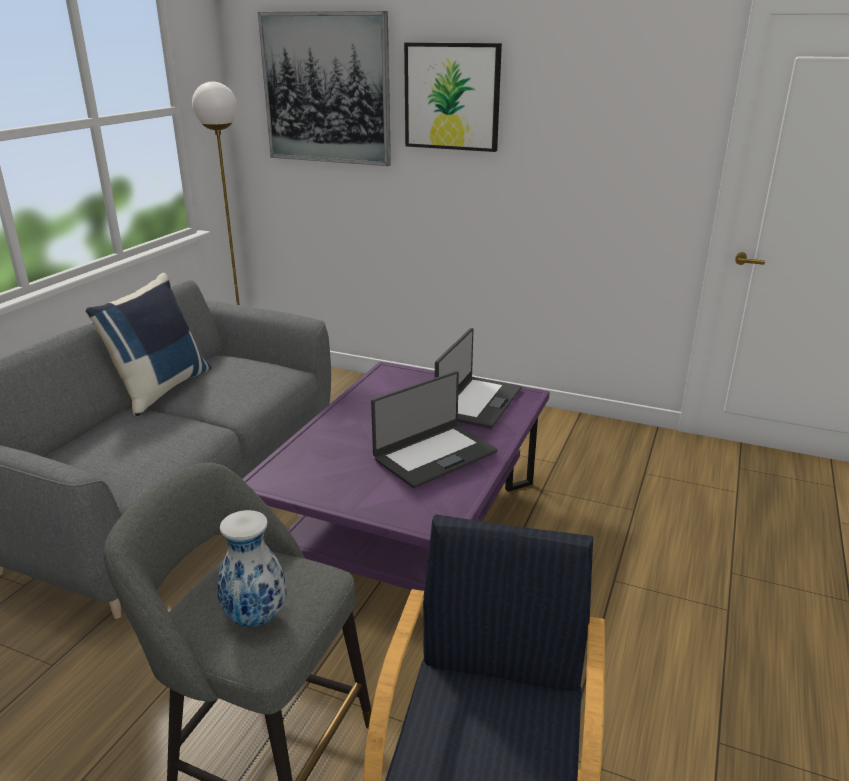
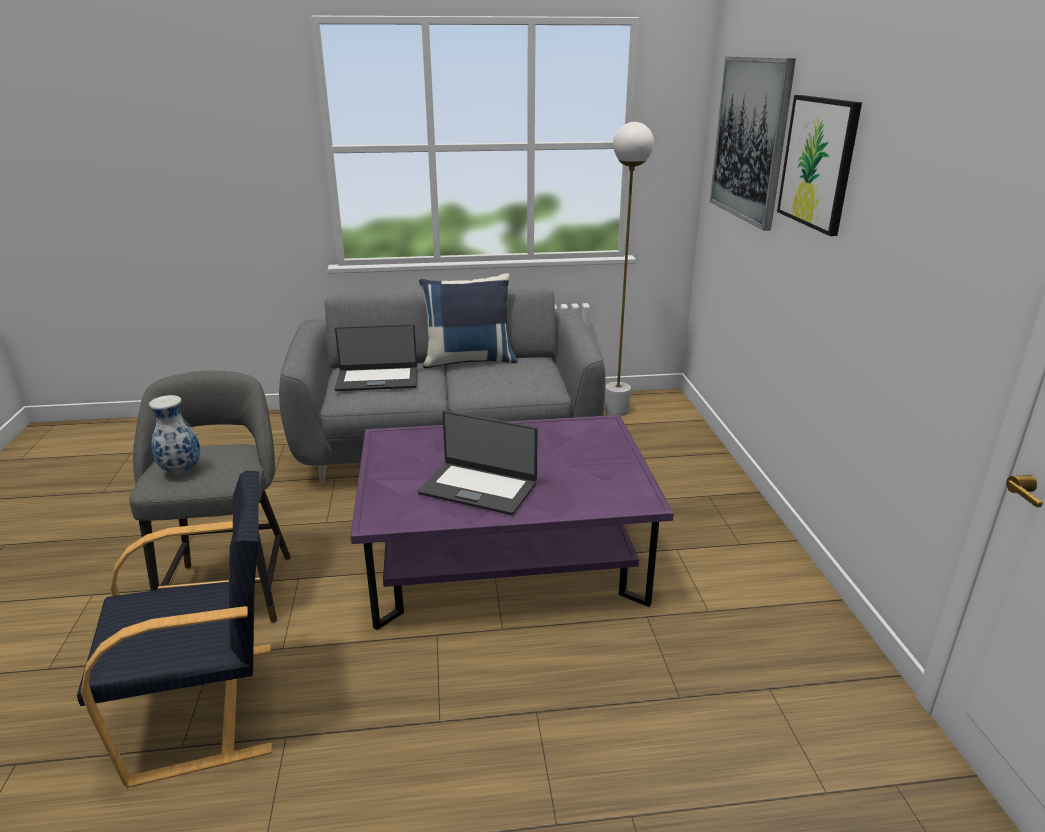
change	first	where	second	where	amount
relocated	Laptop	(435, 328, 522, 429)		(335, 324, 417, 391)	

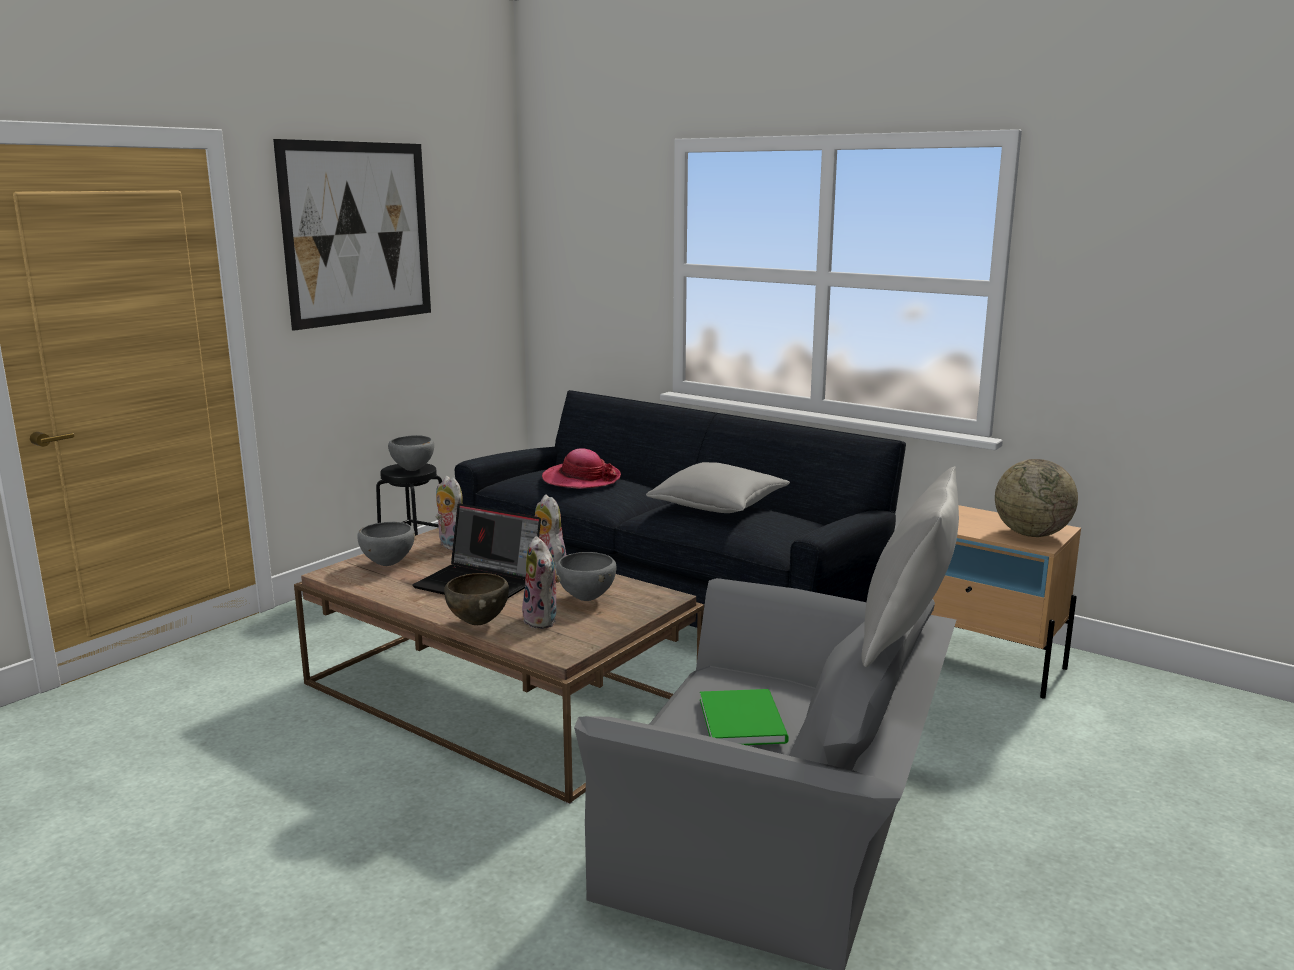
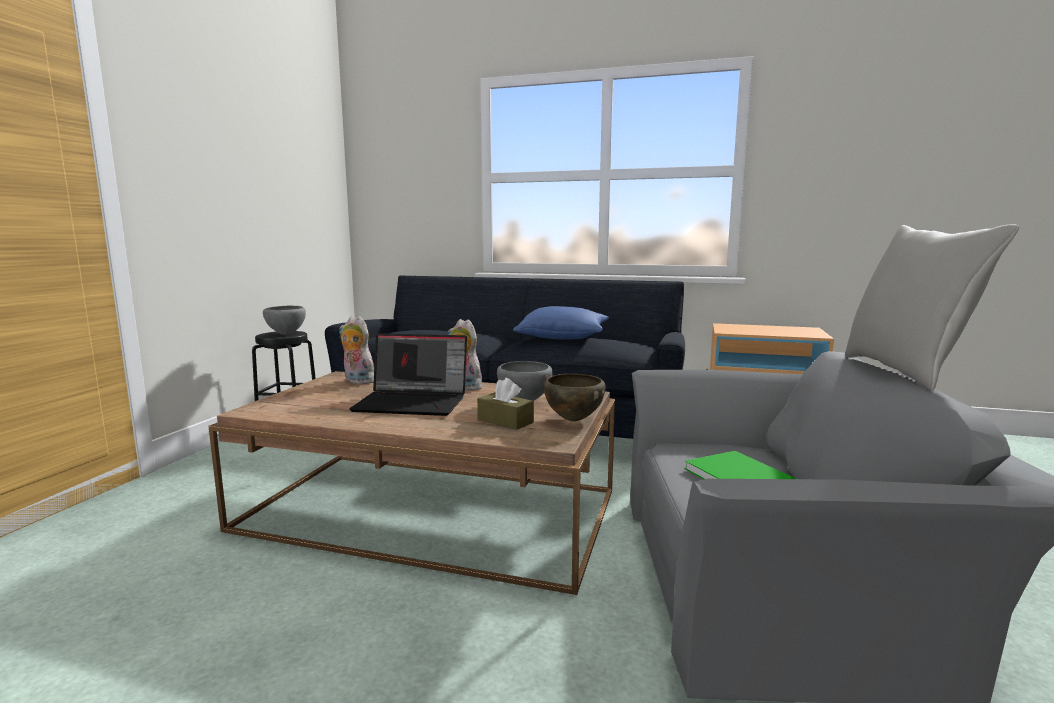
change	first	where	second	where	amount
missing	Bild	(273, 139, 431, 331)			
missing	Schüssel/grau	(357, 522, 415, 566)			
missing	Hut	(542, 449, 621, 489)			
missing	Globus	(995, 459, 1078, 537)			
relocated	Schüssel/braun	(444, 573, 509, 625)		(544, 374, 606, 421)	
exchanged	Plüschtier	(522, 536, 561, 629)	Taschentuchbox/braun	(477, 378, 534, 430)	
colour	Kissen/grau	(646, 462, 790, 513)	Kissen/blau	(513, 306, 609, 339)	

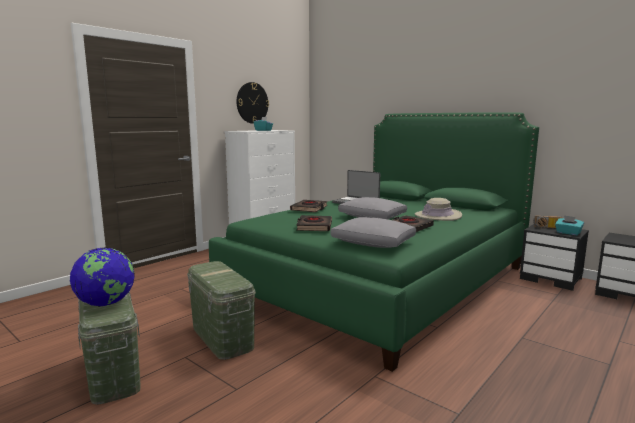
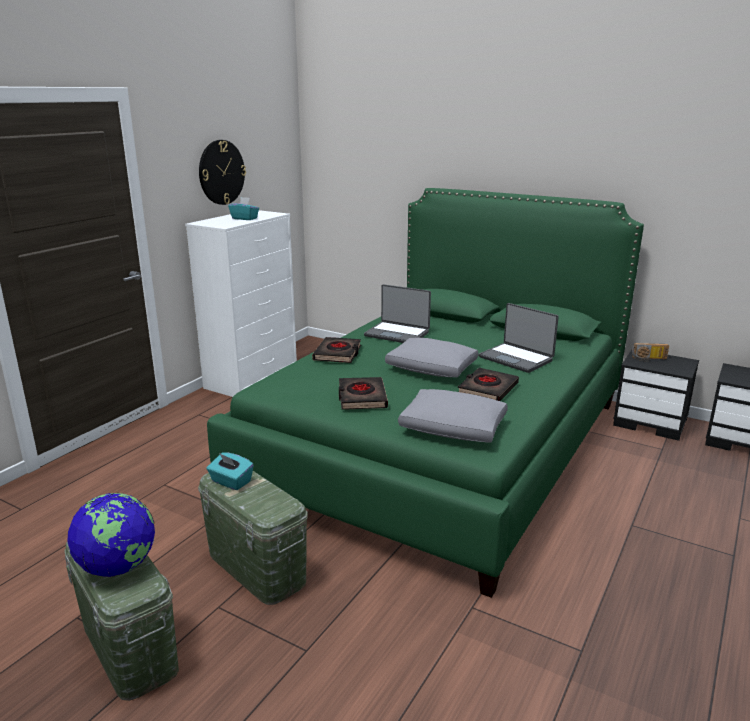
change	first	where	second	where	amount
relocated	Taschentuchbox/türkis	(555, 215, 584, 235)		(207, 452, 254, 490)	
exchanged	Hut/beige	(415, 198, 462, 221)	Laptop	(479, 303, 559, 373)	

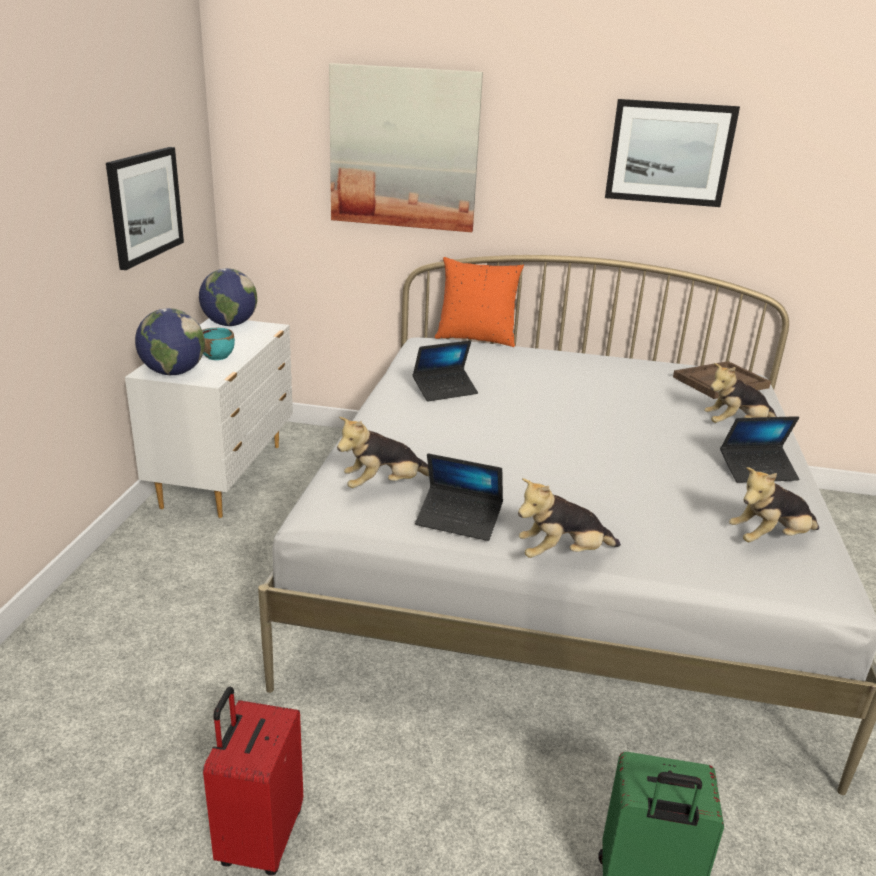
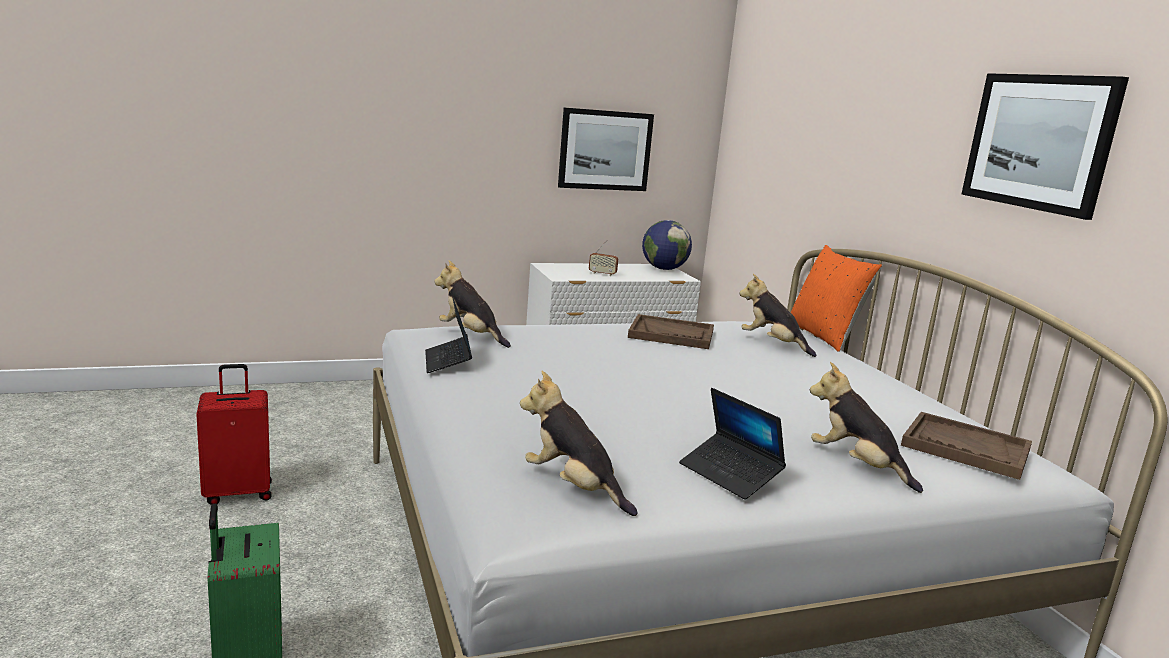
change	first	where	second	where	amount
missing	Globus	(135, 308, 205, 375)			
missing	Bild	(329, 63, 483, 232)			
relocated	Plüschtier	(518, 478, 621, 558)		(739, 274, 816, 357)	
exchanged	Schüssel/türkis	(202, 328, 235, 360)	Radio	(589, 240, 618, 276)	
exchanged	Laptop	(413, 340, 478, 402)	Tablett/braun	(628, 314, 714, 349)	

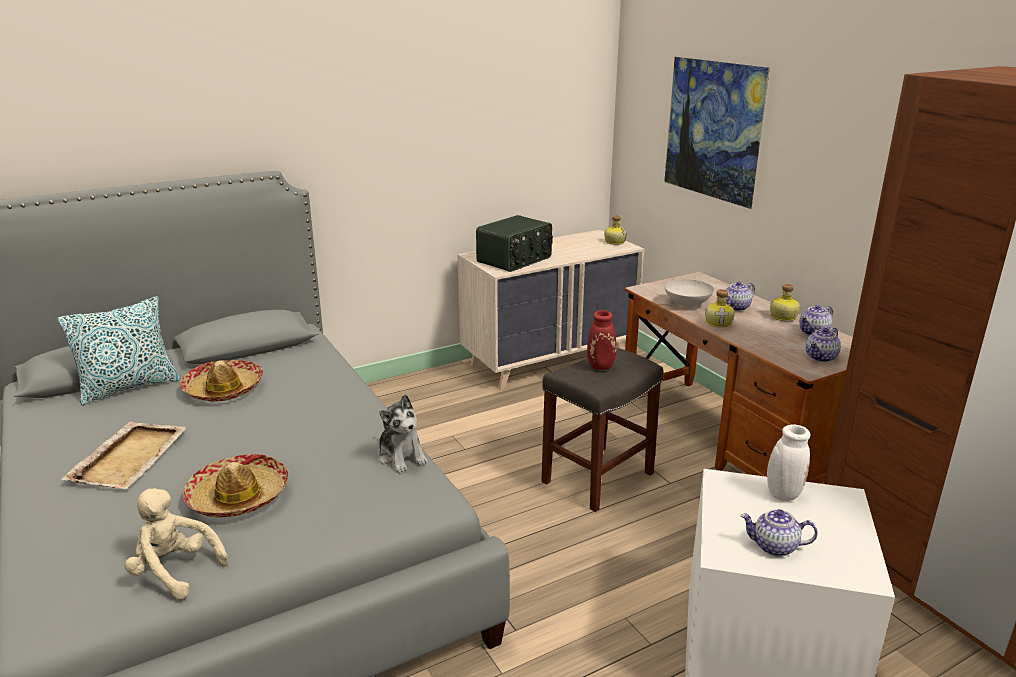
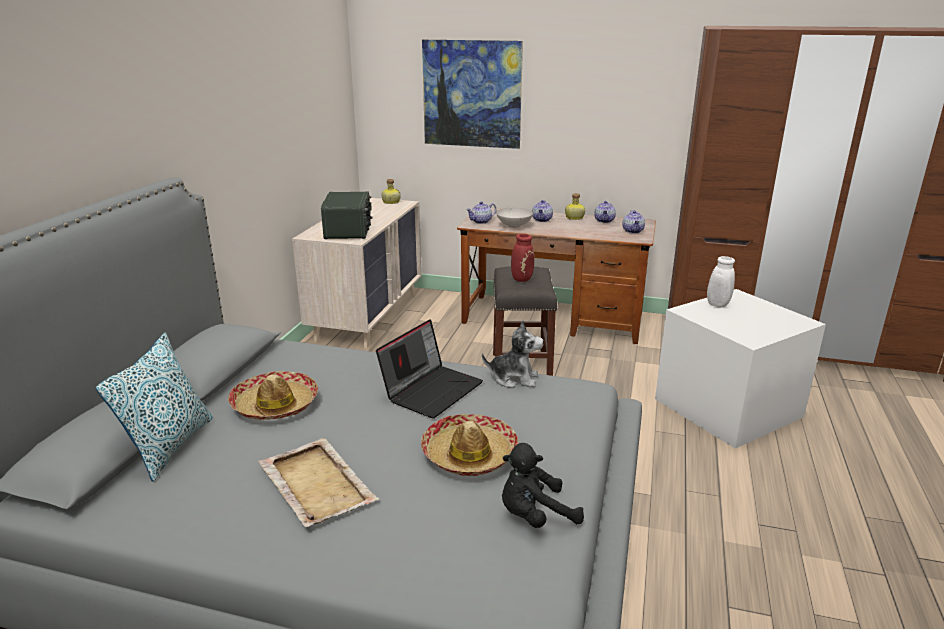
change	first	where	second	where	amount
missing	Flasche	(705, 289, 735, 328)			
appeared			Laptop	(376, 319, 483, 418)	
relocated	Teekanne	(741, 509, 818, 557)		(466, 201, 496, 224)	
colour	Plüschtier/beige	(124, 488, 228, 599)	Plüschtier/schwarz	(502, 443, 584, 528)	

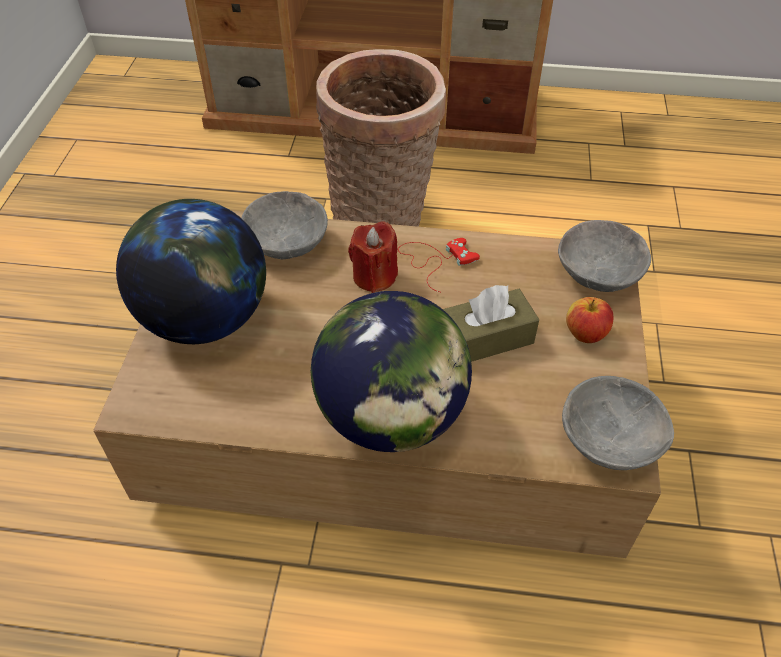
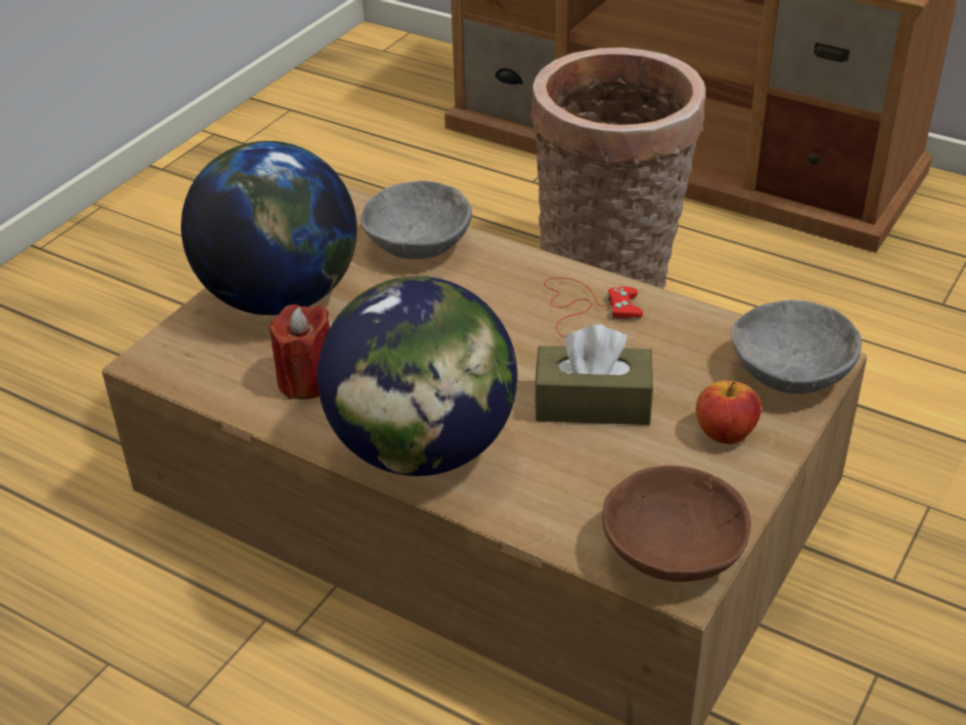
change	first	where	second	where	amount
relocated	Kerze/rot	(348, 221, 398, 293)		(269, 304, 330, 399)	
colour	Schüssel/grau	(562, 376, 674, 470)	Schüssel/braun	(602, 466, 751, 582)	

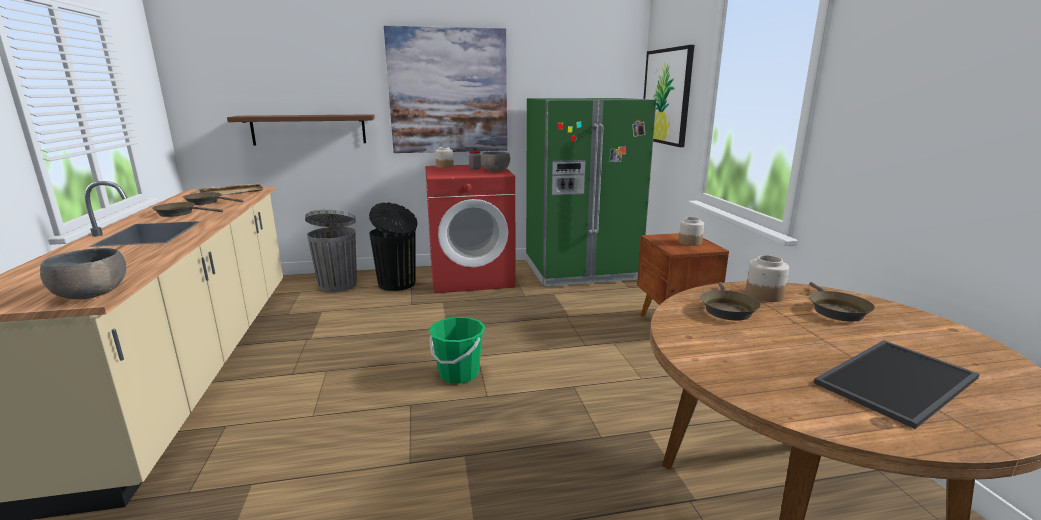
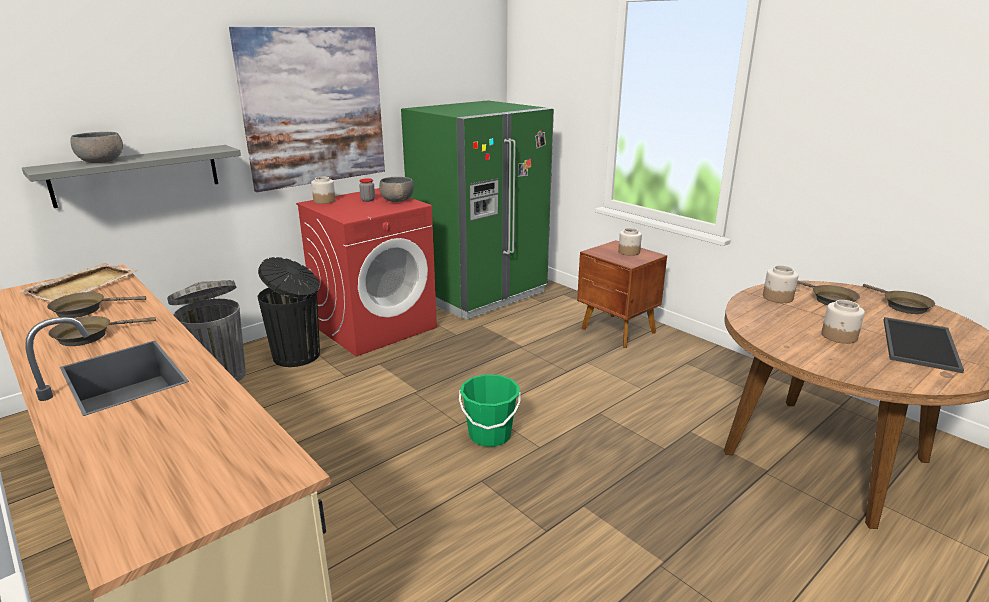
change	first	where	second	where	amount
missing	Bild	(643, 45, 694, 147)			
appeared			Vorratsglas	(821, 300, 865, 344)	
relocated	Schüssel/grau	(40, 248, 126, 299)		(70, 132, 123, 163)	
relocated	Pfanne/braun	(700, 282, 761, 320)		(863, 284, 935, 314)	
colour	Wandregal/braun	(227, 114, 375, 146)	Wandregal/grau	(22, 145, 241, 208)	

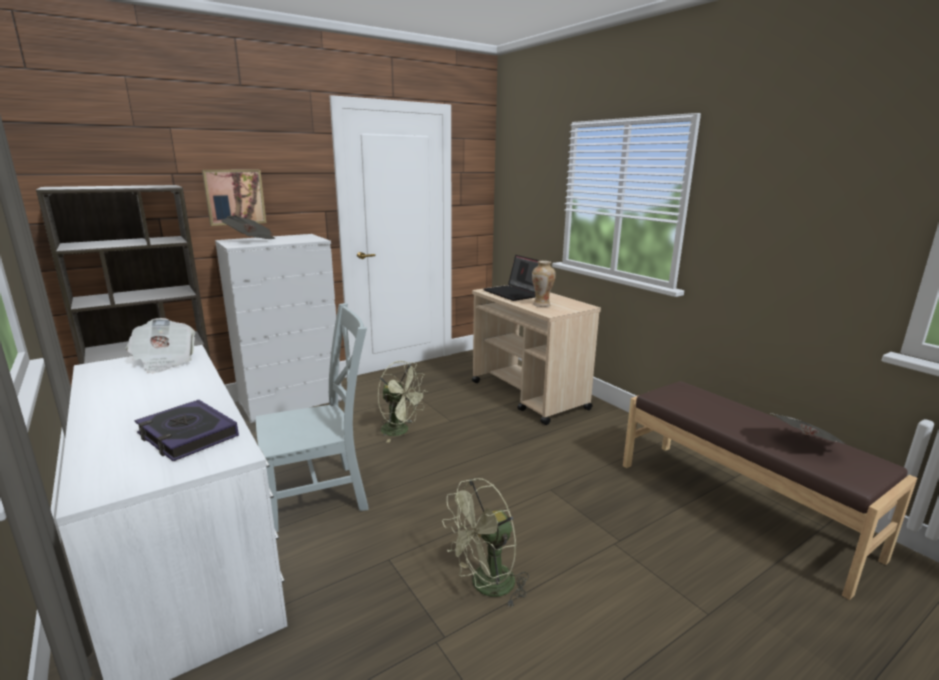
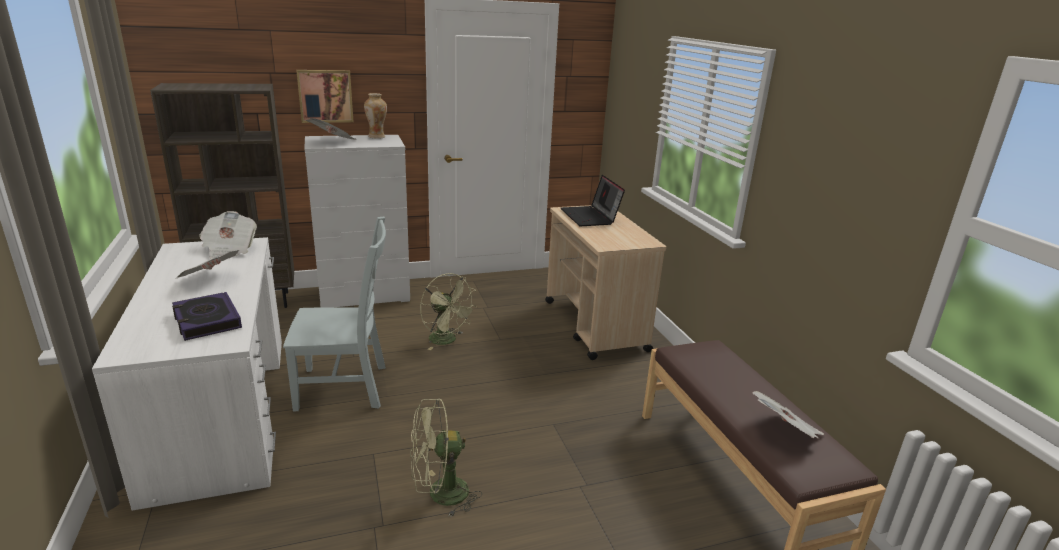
change	first	where	second	where	amount
appeared			Zeitung	(177, 250, 240, 278)	
relocated	Vase	(532, 261, 556, 307)		(364, 93, 387, 139)	

